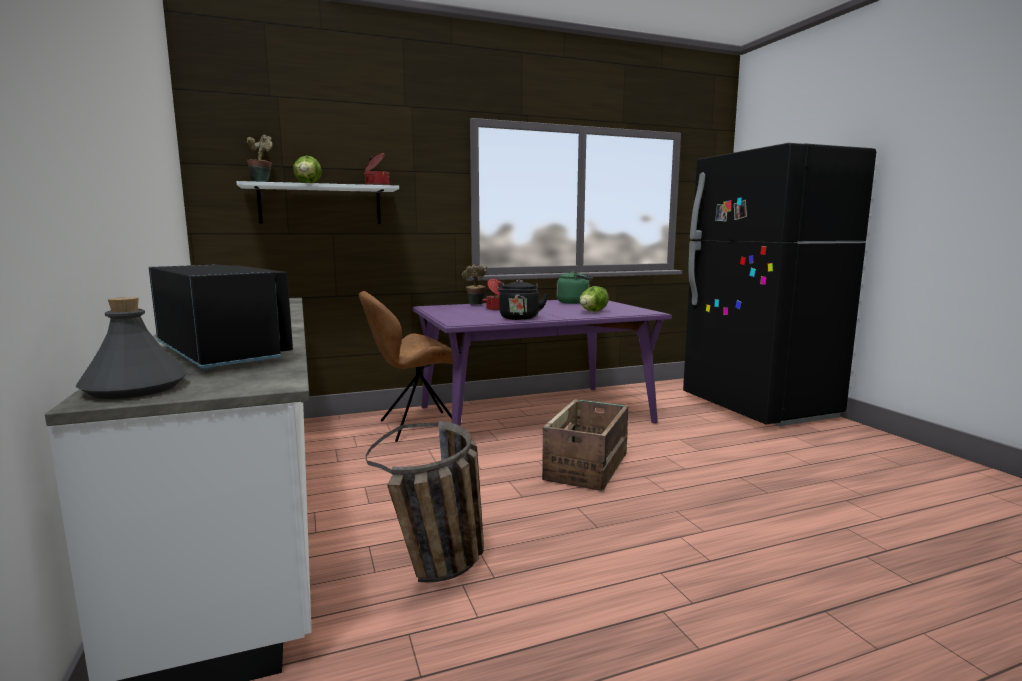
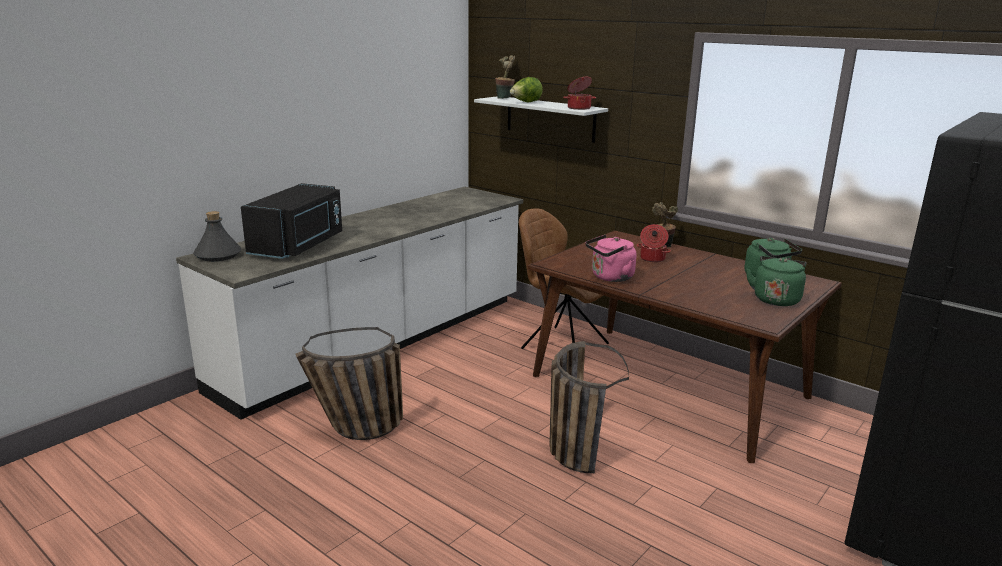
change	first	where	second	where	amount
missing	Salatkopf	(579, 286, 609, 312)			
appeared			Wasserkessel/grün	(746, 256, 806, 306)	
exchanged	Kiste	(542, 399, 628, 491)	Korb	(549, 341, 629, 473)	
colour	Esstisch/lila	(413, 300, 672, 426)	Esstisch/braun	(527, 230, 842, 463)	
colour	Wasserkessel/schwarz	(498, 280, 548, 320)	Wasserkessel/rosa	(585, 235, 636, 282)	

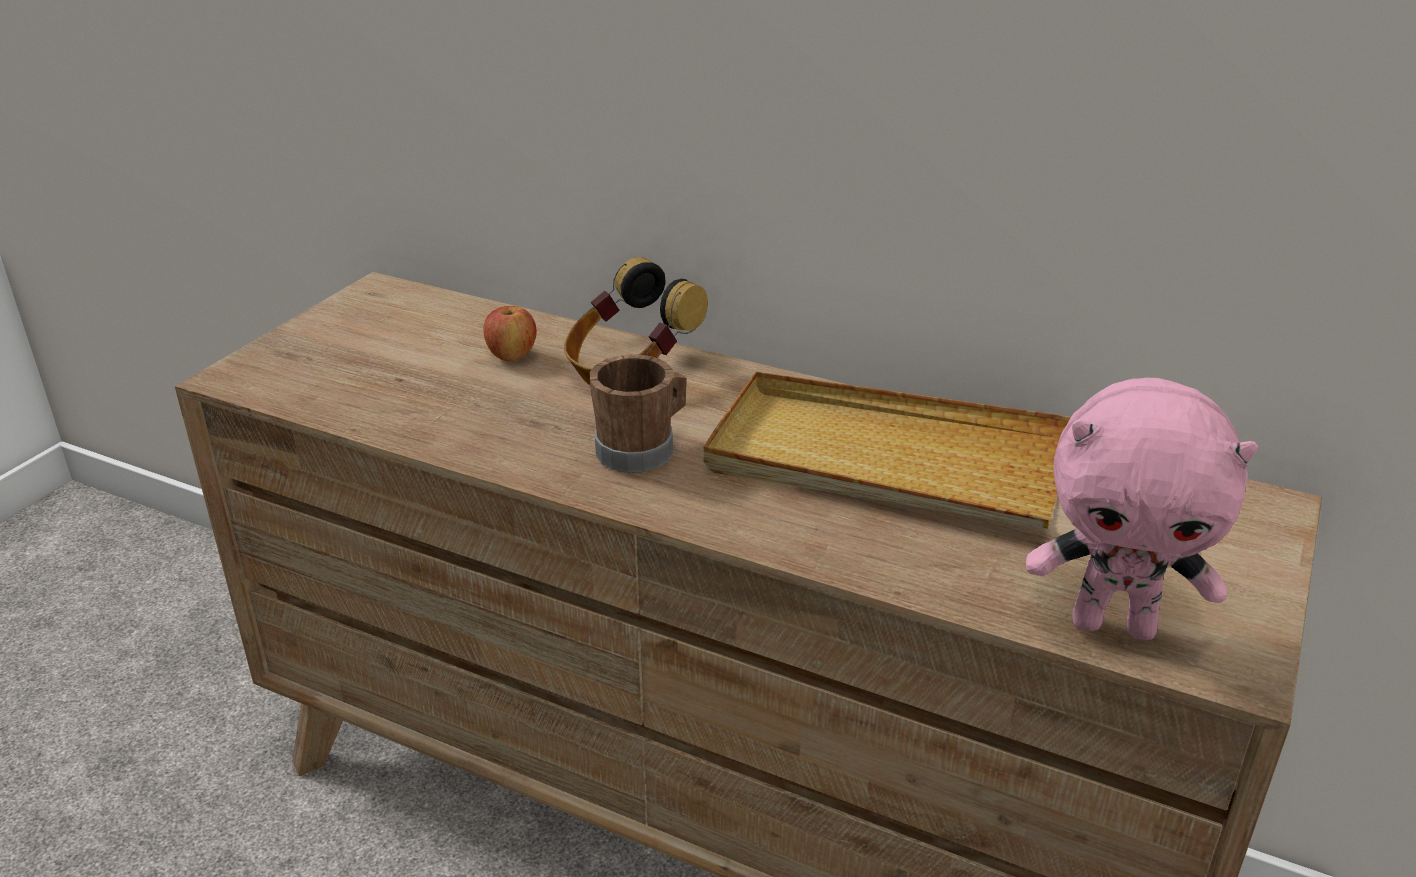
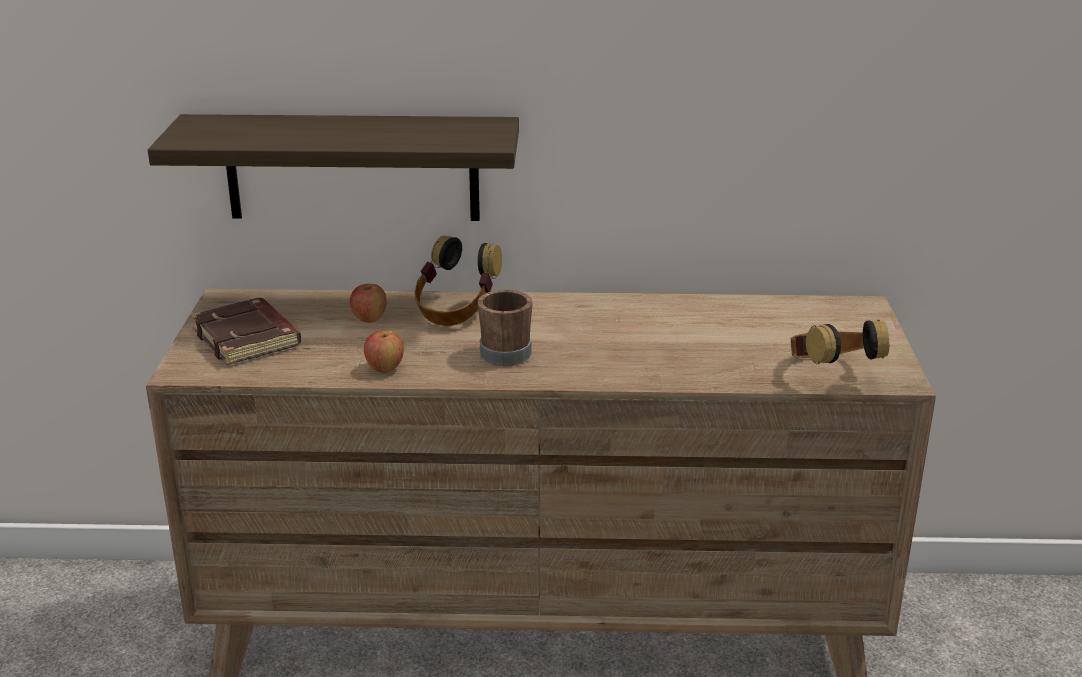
change	first	where	second	where	amount
missing	Tablett/beige	(703, 371, 1071, 528)			
appeared			Wandregal	(148, 114, 519, 221)	
appeared			Buch/braun	(191, 298, 301, 365)	
appeared			Apfel	(364, 331, 404, 373)	
exchanged	Plüschtier/rosa	(1026, 378, 1258, 640)	Kopfhörer	(791, 320, 889, 364)	

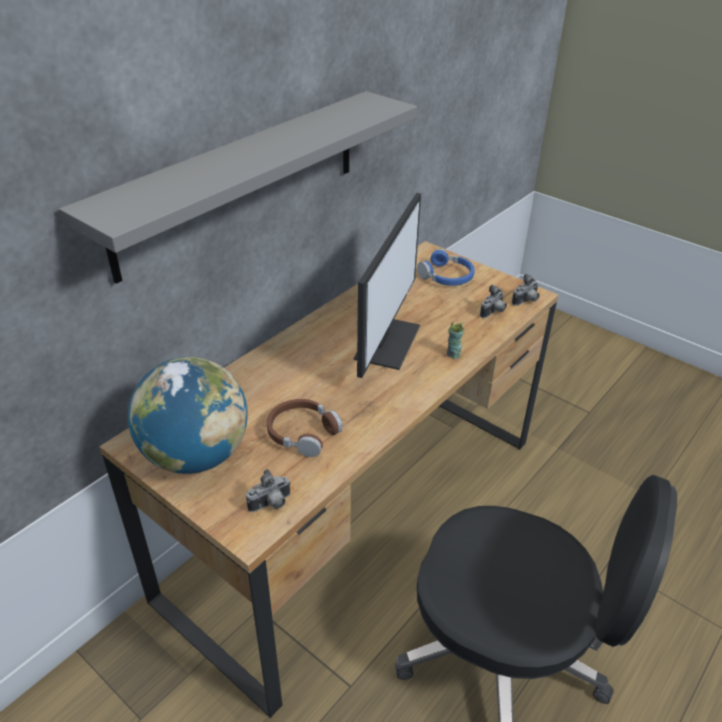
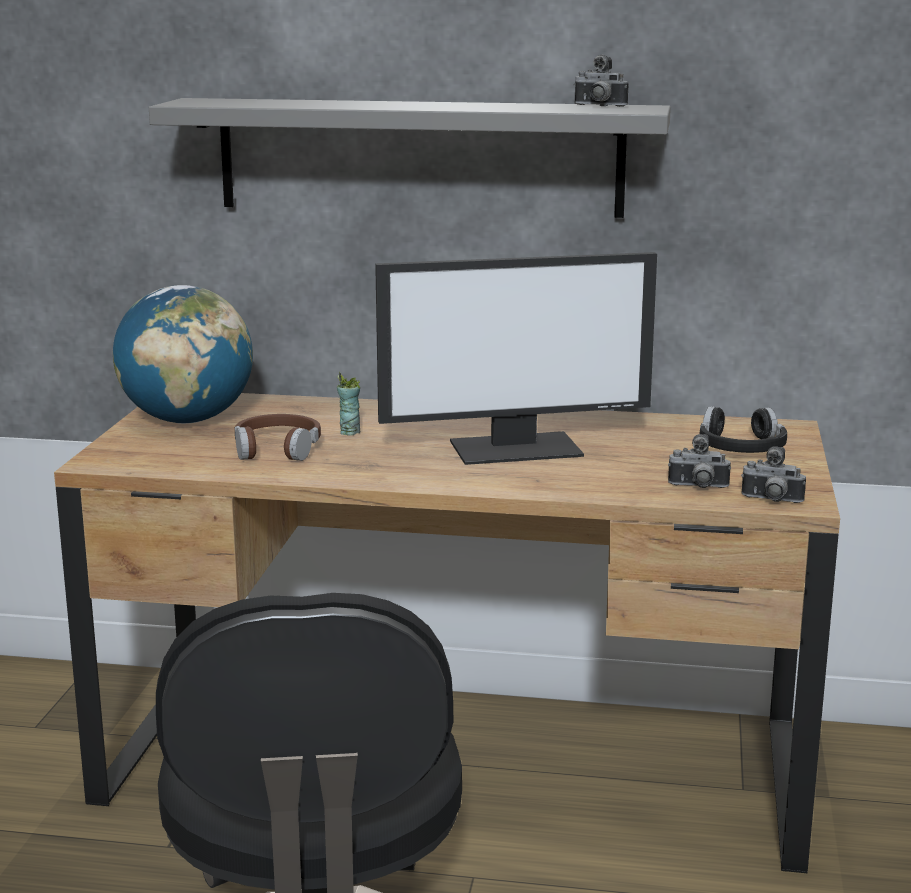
change	first	where	second	where	amount
relocated	Kamera	(246, 469, 291, 512)		(573, 55, 628, 107)	
relocated	Tasse	(447, 321, 464, 359)		(337, 372, 360, 436)	
colour	Kopfhörer/blau	(417, 249, 475, 286)	Kopfhörer/schwarz	(700, 406, 787, 453)	

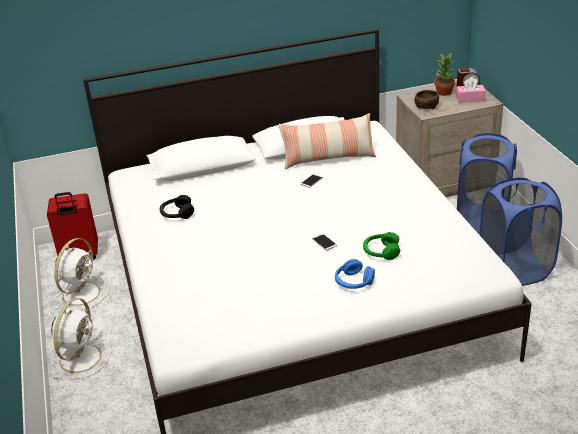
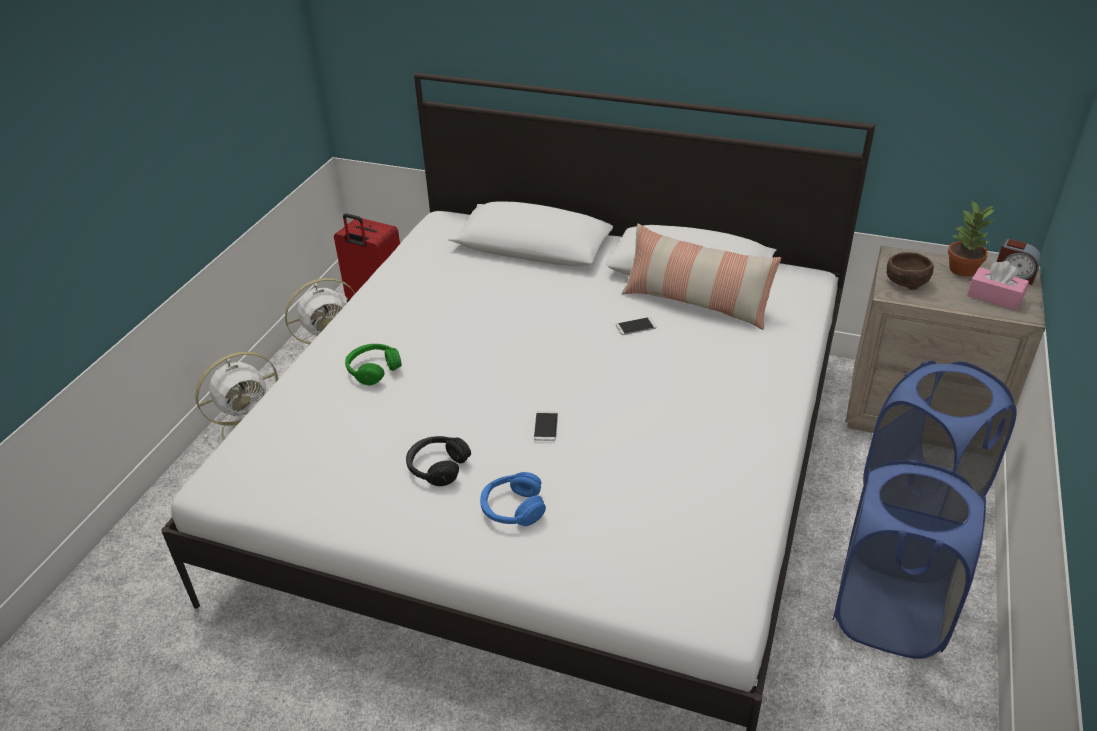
change	first	where	second	where	amount
relocated	Kopfhörer/schwarz	(160, 195, 194, 219)		(406, 436, 471, 486)	
relocated	Kopfhörer/grün	(363, 232, 400, 260)		(345, 344, 402, 385)	

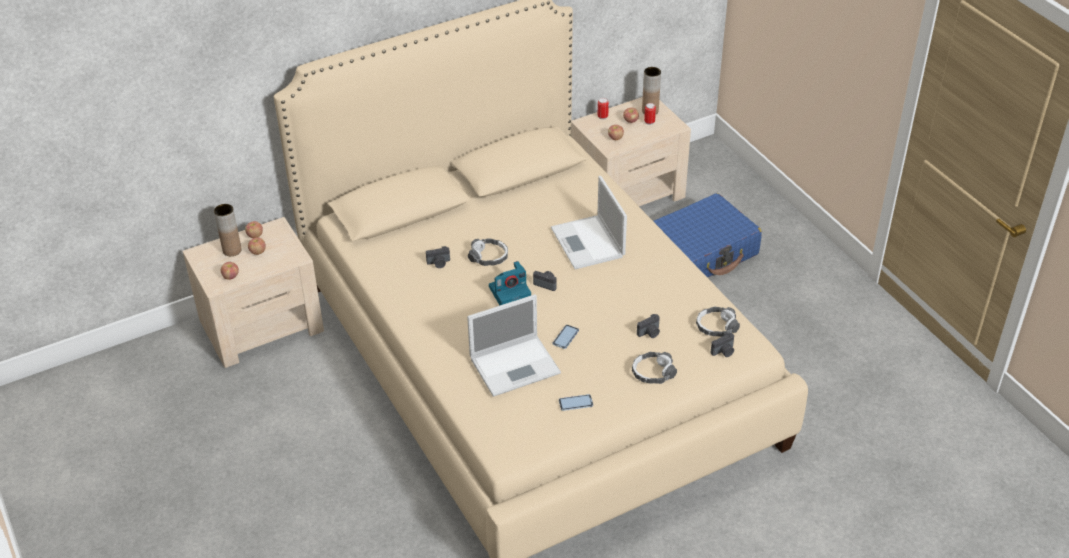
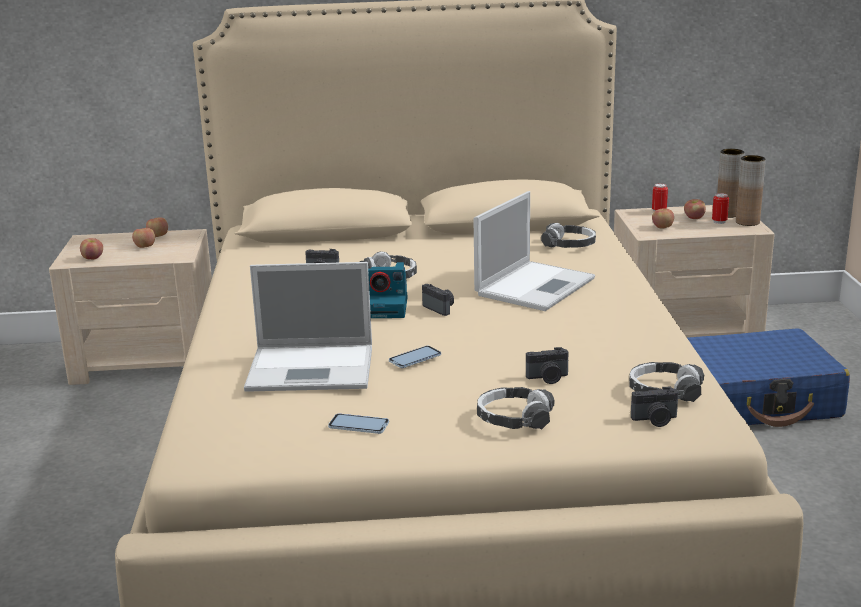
change	first	where	second	where	amount
appeared			Kopfhörer	(541, 223, 596, 248)	
relocated	Vase/braun	(214, 204, 242, 256)		(736, 155, 766, 226)	
spun	Laptop	(551, 176, 627, 269)		(473, 191, 595, 311)	150 degrees counterclockwise

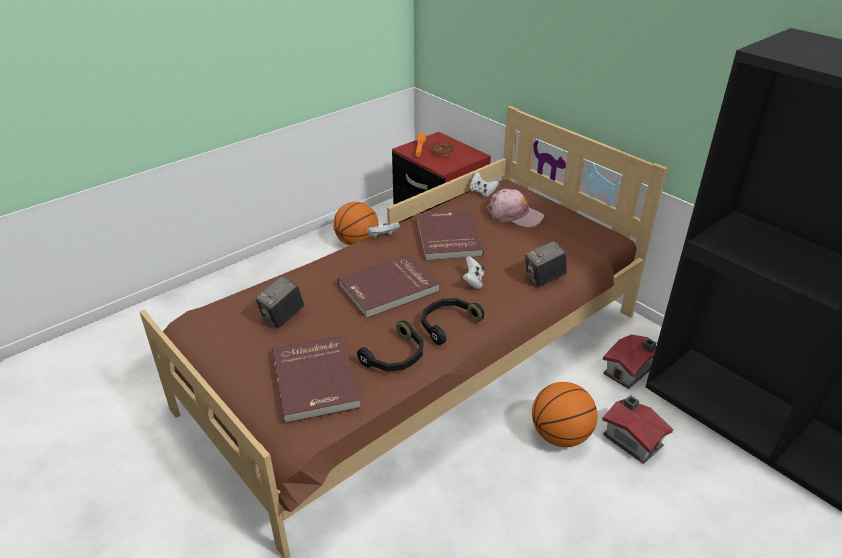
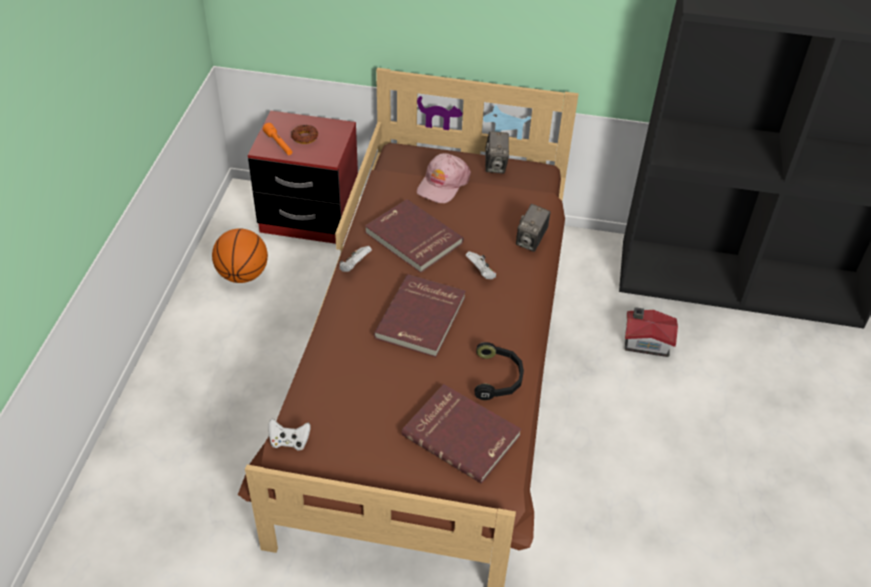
change	first	where	second	where	amount
missing	Kopfhörer/schwarz	(421, 298, 485, 345)			
missing	Basketball	(532, 382, 597, 447)			
missing	Spielzeughaus	(603, 335, 656, 389)			
relocated	Kamera	(255, 276, 304, 328)		(485, 131, 509, 173)	
relocated	Gamepad/weiß	(470, 172, 499, 197)		(268, 419, 310, 451)	
spun	Kappe/rosa	(487, 189, 544, 227)		(417, 153, 471, 203)	135 degrees clockwise

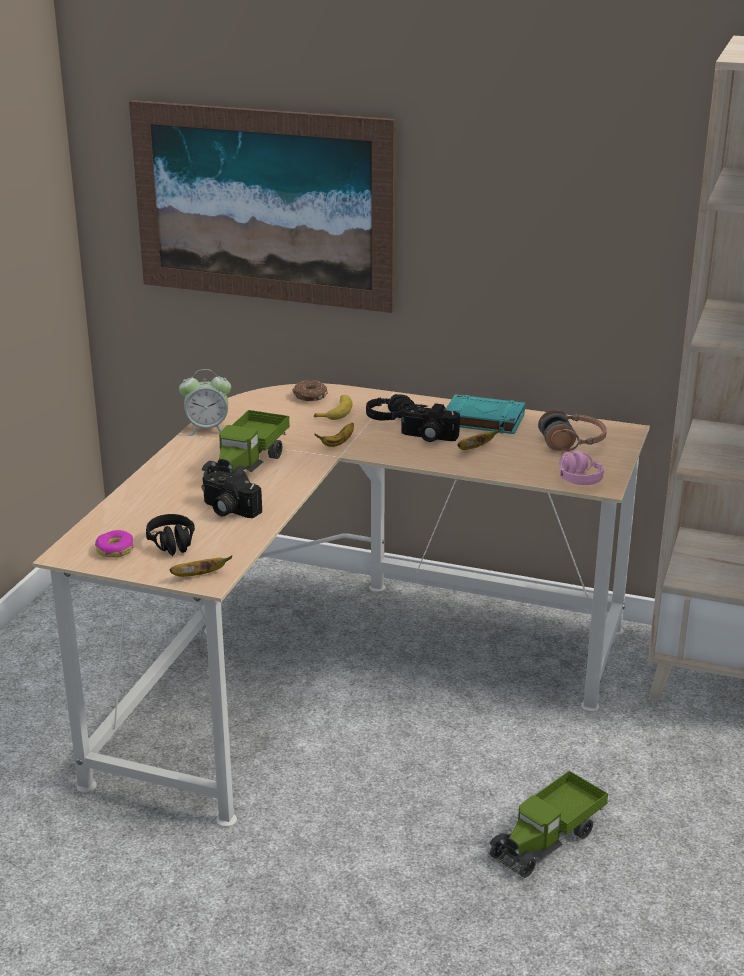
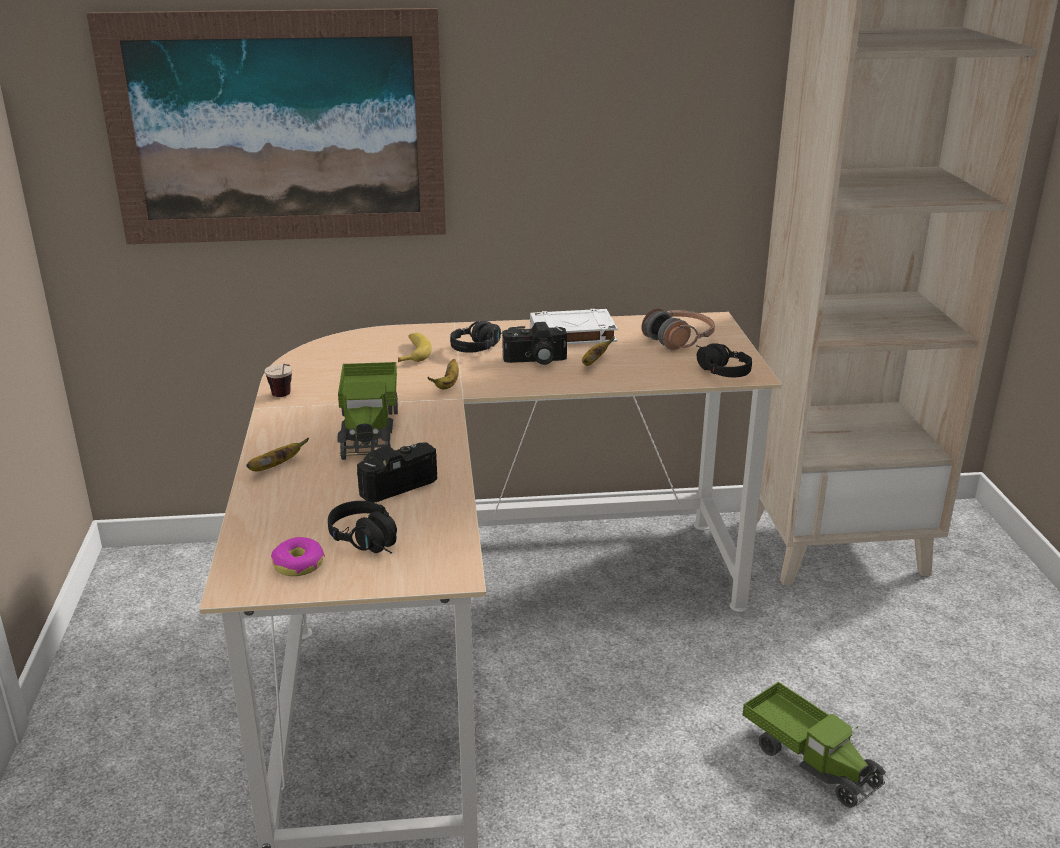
change	first	where	second	where	amount
missing	Donut	(292, 380, 328, 401)			
relocated	Banane	(170, 556, 232, 577)		(246, 438, 309, 471)	
exchanged	Wecker	(179, 369, 231, 436)	Tasse	(265, 364, 292, 397)	
colour	Buch/türkis	(446, 395, 525, 434)	Buch/weiß	(530, 309, 618, 345)	
colour	Kopfhörer/rosa	(559, 450, 604, 485)	Kopfhörer/schwarz	(696, 343, 752, 377)	
spun	Kamera	(201, 471, 262, 518)		(357, 442, 437, 503)	135 degrees clockwise
spun	Spielzeuglaster	(489, 771, 608, 878)		(743, 682, 885, 808)	60 degrees counterclockwise

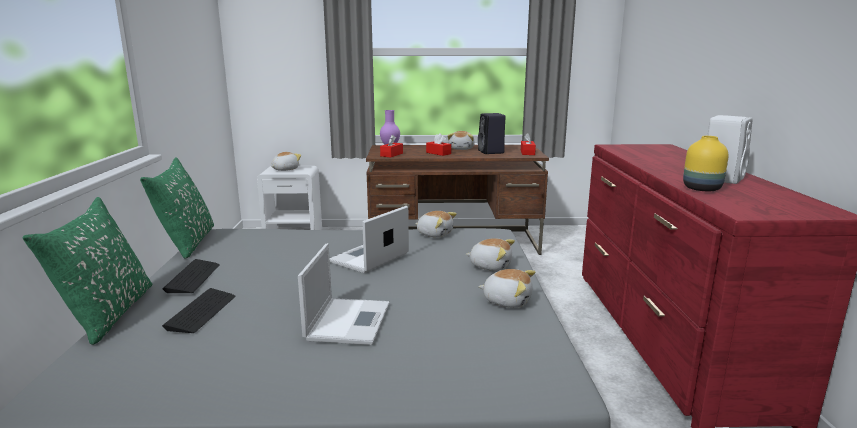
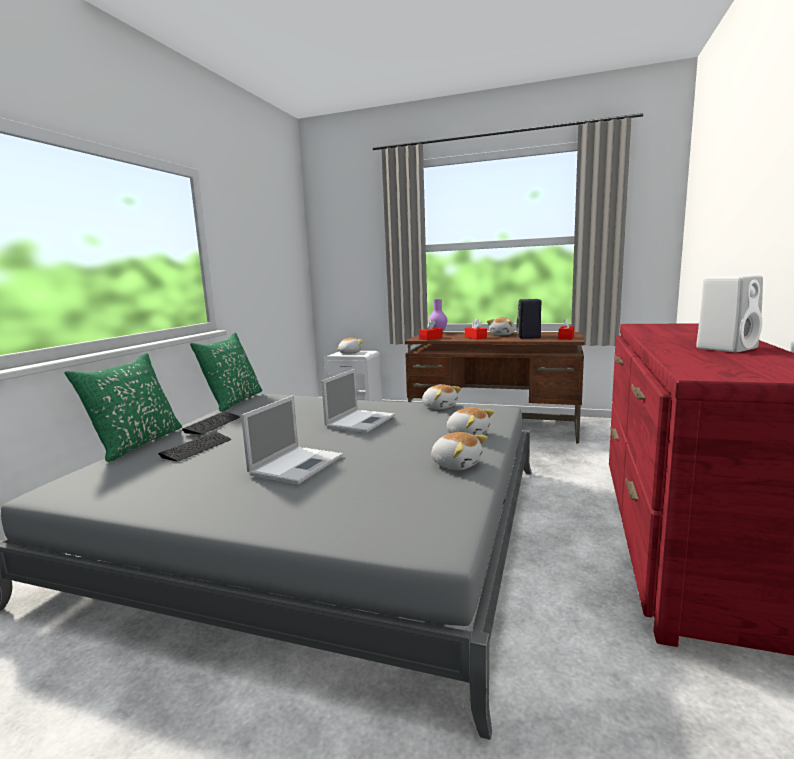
change	first	where	second	where	amount
missing	Vase/gelb	(683, 136, 729, 191)			
spun	Laptop	(329, 206, 409, 273)		(321, 369, 395, 433)	150 degrees clockwise

